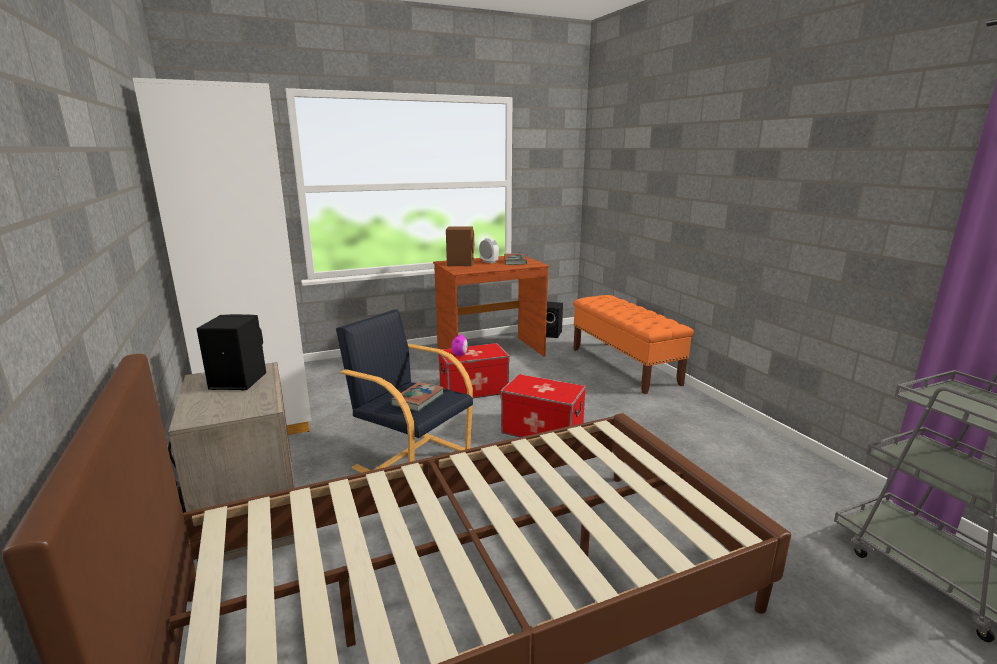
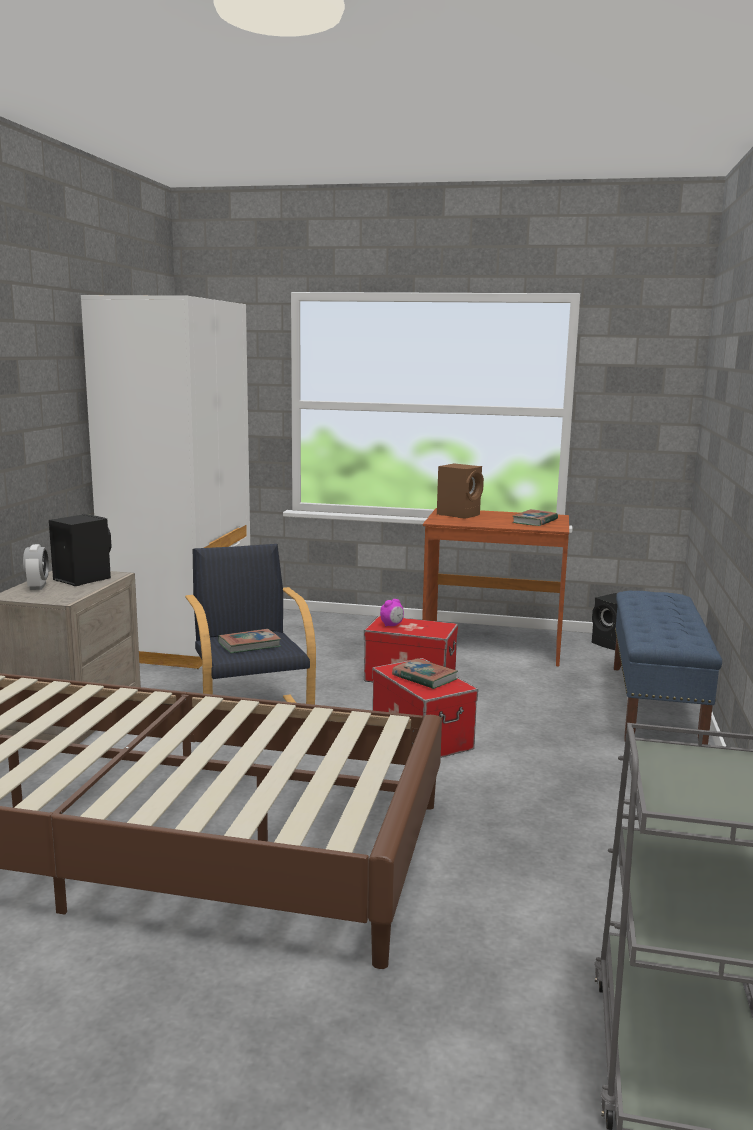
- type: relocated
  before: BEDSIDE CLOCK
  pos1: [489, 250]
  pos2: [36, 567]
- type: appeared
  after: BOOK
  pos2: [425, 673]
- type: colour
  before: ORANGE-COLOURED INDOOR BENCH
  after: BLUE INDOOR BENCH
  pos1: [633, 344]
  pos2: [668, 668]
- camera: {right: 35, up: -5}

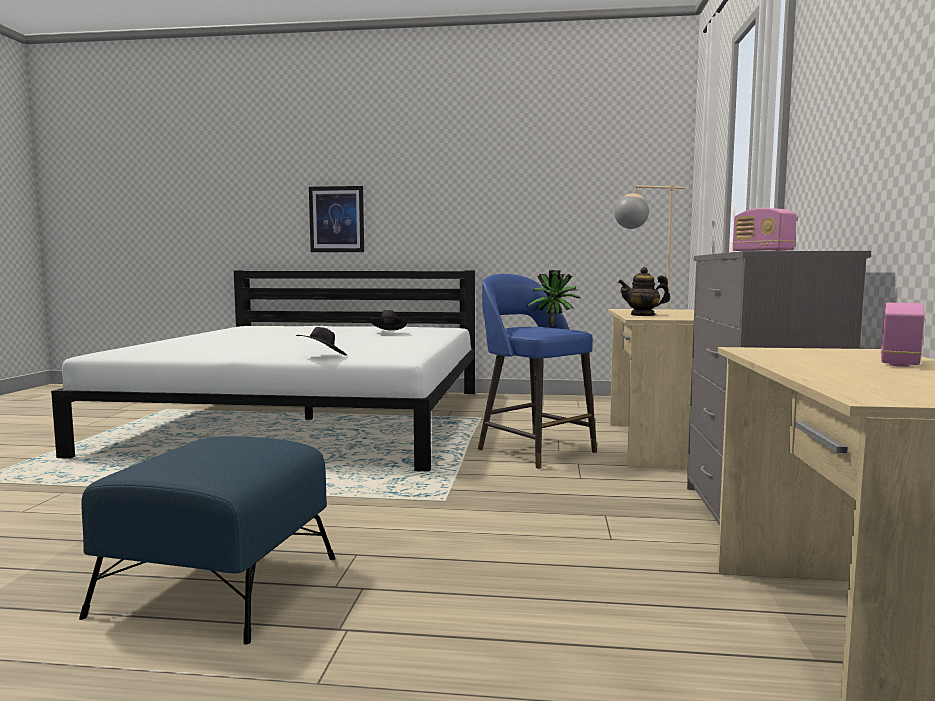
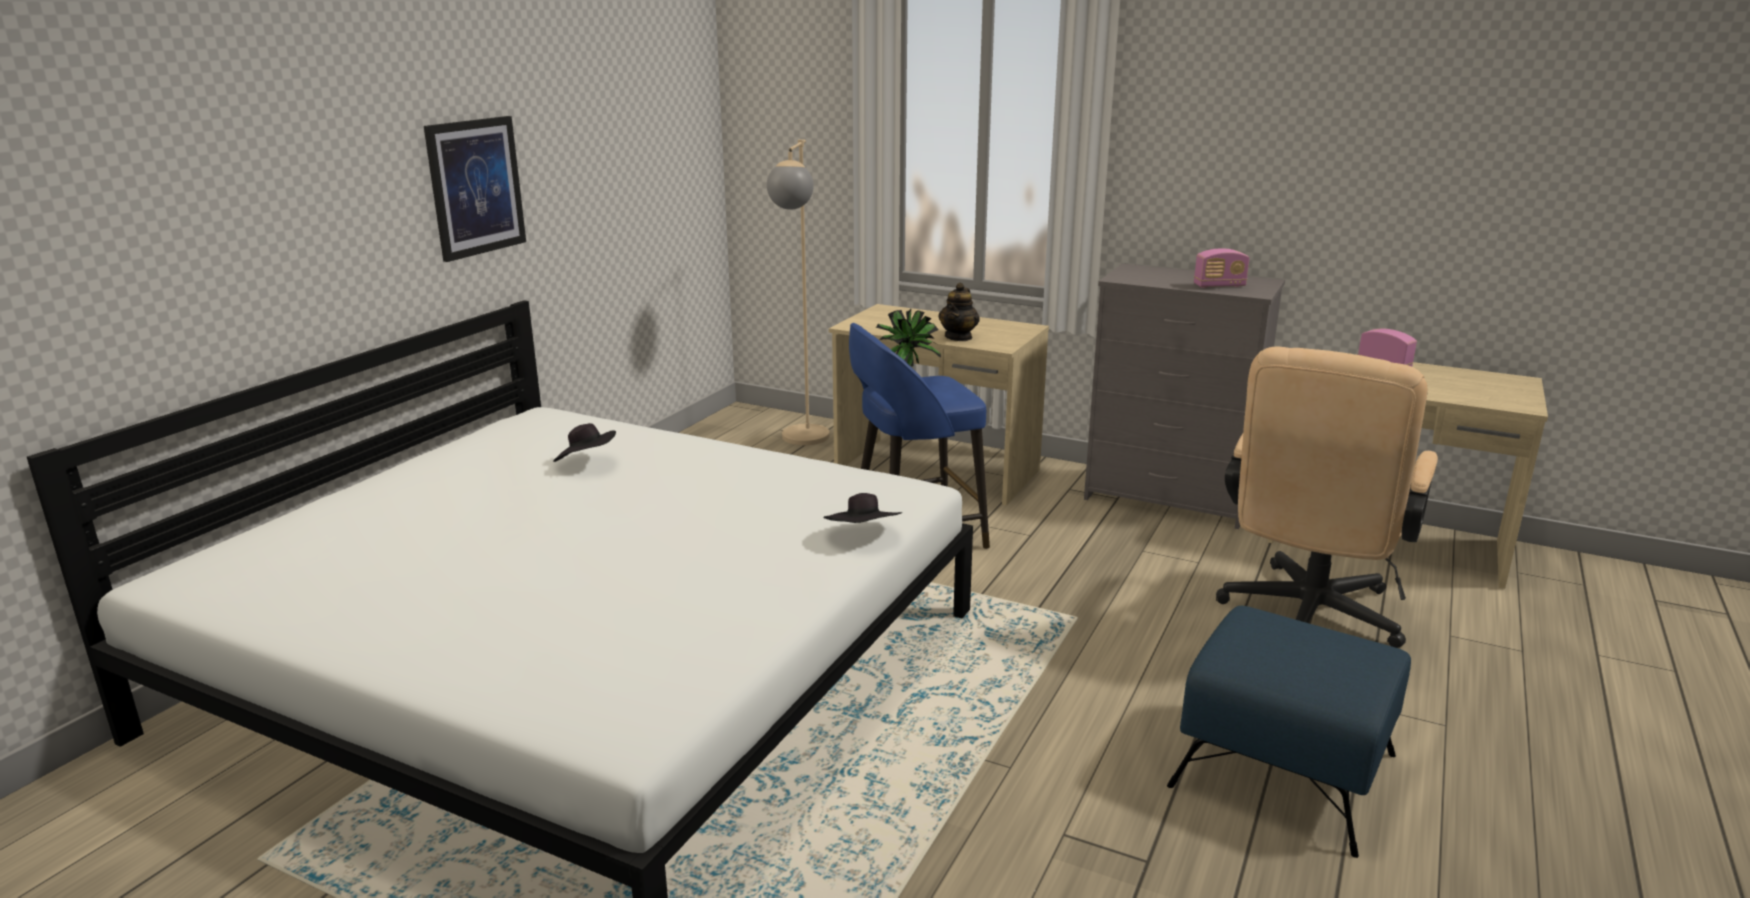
- type: relocated
  before: WALL PICTURE
  pos1: [336, 219]
  pos2: [475, 189]
- type: appeared
  after: BEIGE-COLOURED OFFICE CHAIR
  pos2: [1327, 497]
- camera: {right: -70, up: 15}

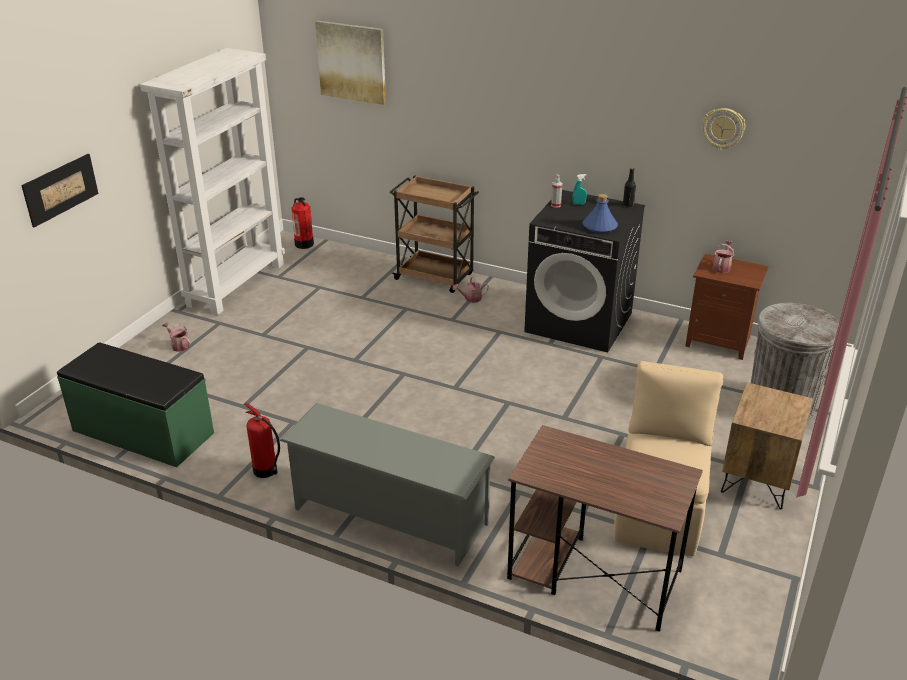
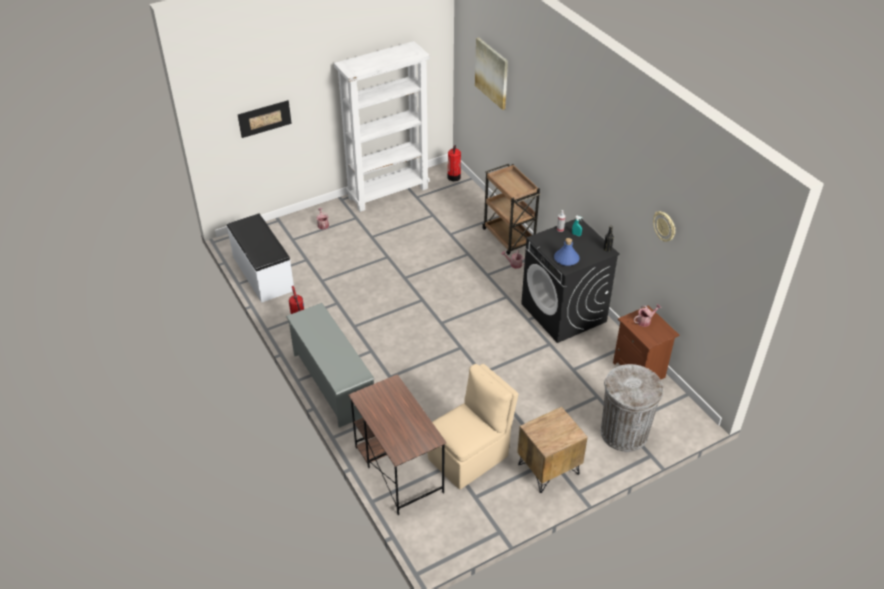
- type: colour
  before: GREEN-COLOURED INDOOR BENCH
  after: WHITE-COLOURED INDOOR BENCH
  pos1: [135, 405]
  pos2: [260, 258]
- camera: {right: 35, up: 10}

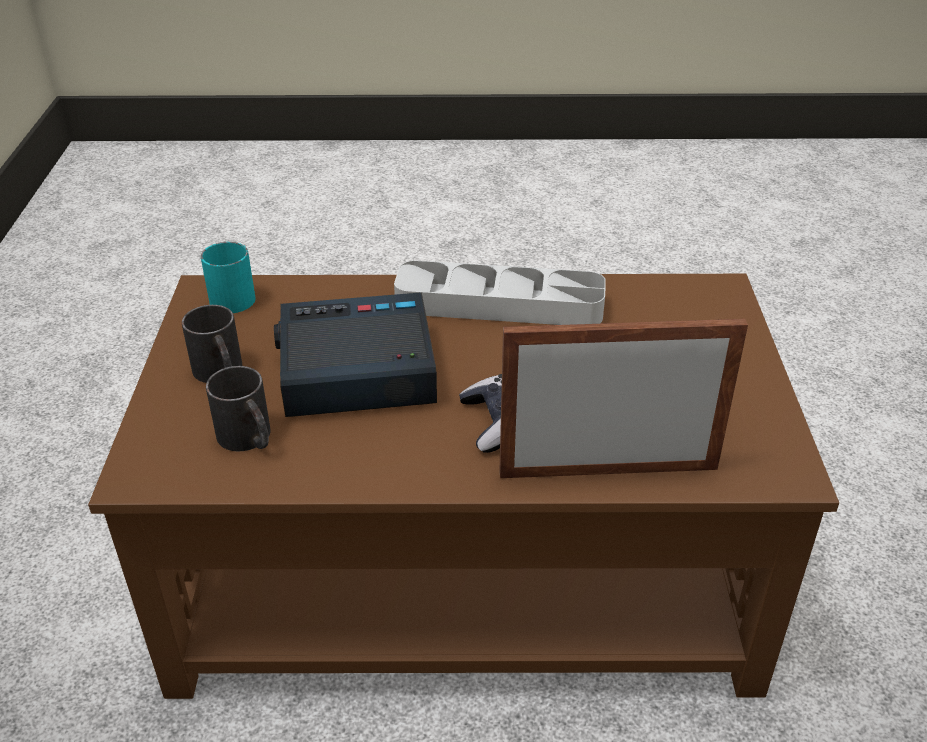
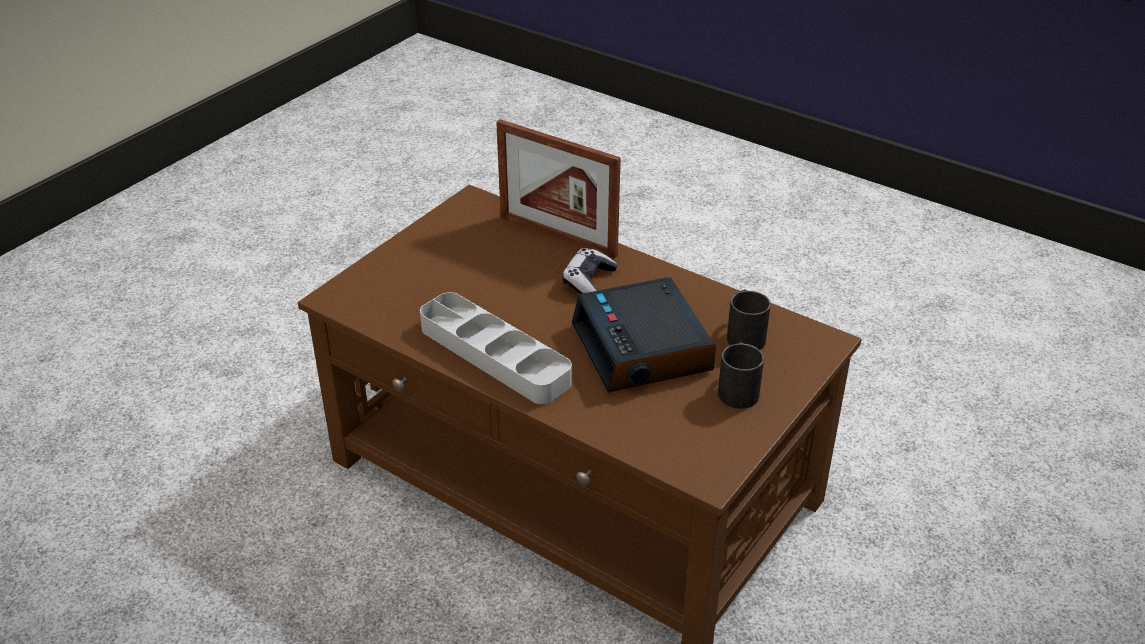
- type: spun
  before: BEDSIDE CLOCK
  pos1: [355, 354]
  pos2: [644, 335]
  turn: 45
- type: missing
  before: TURQUOISE-COLOURED COFFEE MUG
  pos1: [228, 277]
- camera: {right: -145, up: 0}

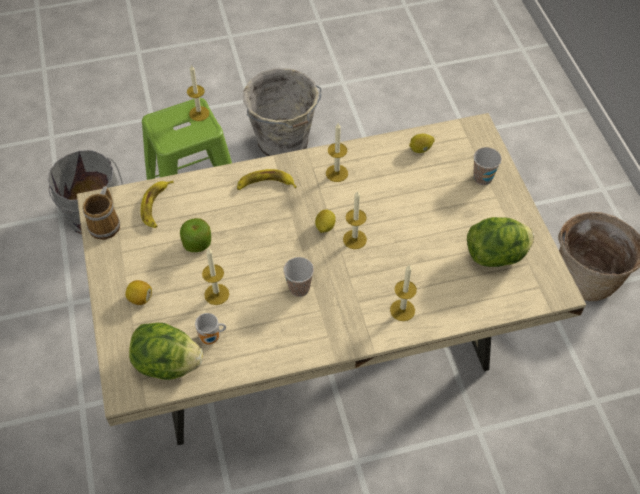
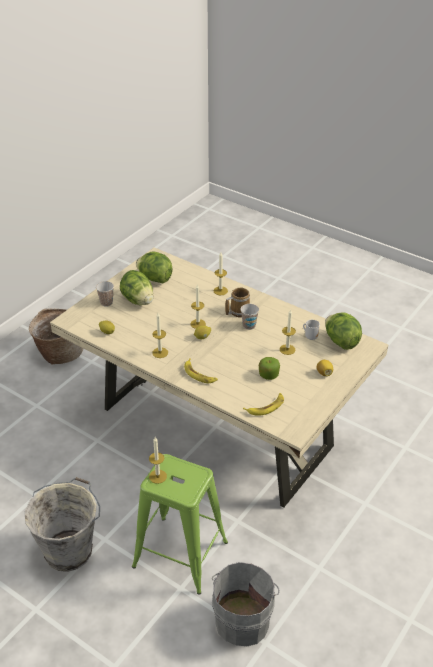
- type: appeared
  after: HEAD OF LETTUCE
  pos2: [137, 287]
- type: relocated
  before: COFFEE MUG
  pos1: [101, 213]
  pos2: [237, 302]
- camera: {right: -130, up: -15}

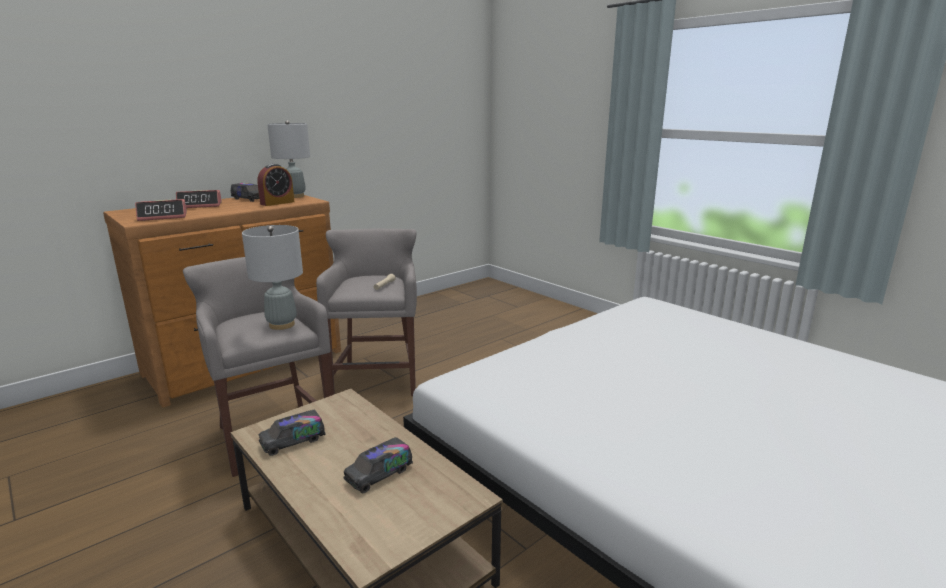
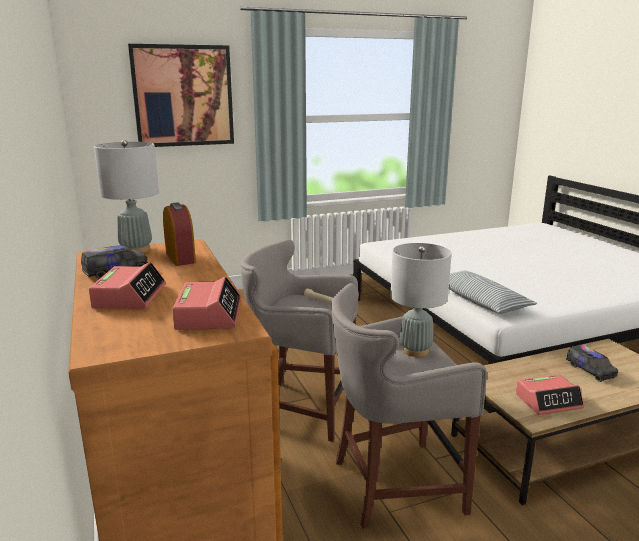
- type: appeared
  after: WALL PICTURE
  pos2: [181, 95]
- type: appeared
  after: PILLOW
  pos2: [493, 292]
- type: exchanged
  before: TOY TRUCK
  after: BEDSIDE CLOCK
  pos1: [292, 433]
  pos2: [550, 394]
- camera: {right: -70, up: 0}

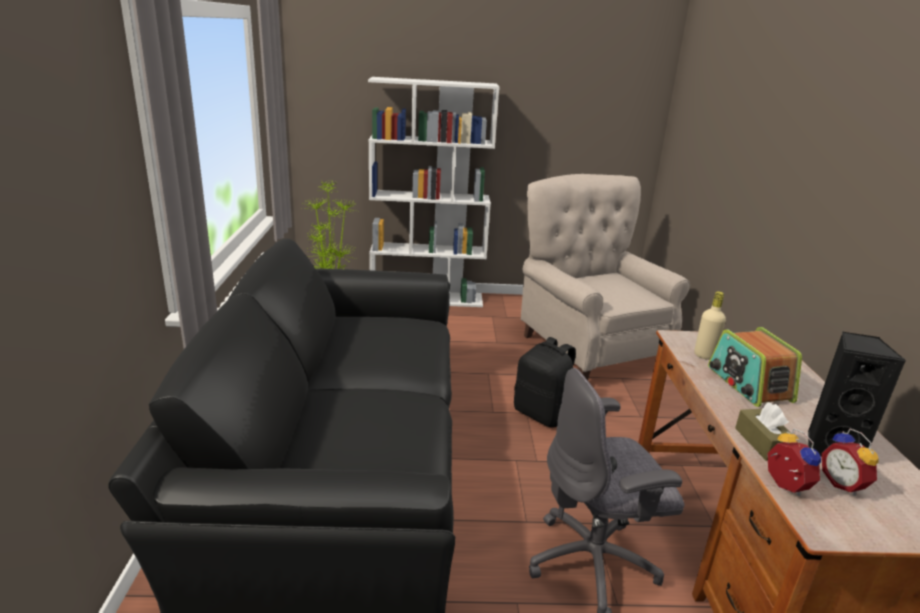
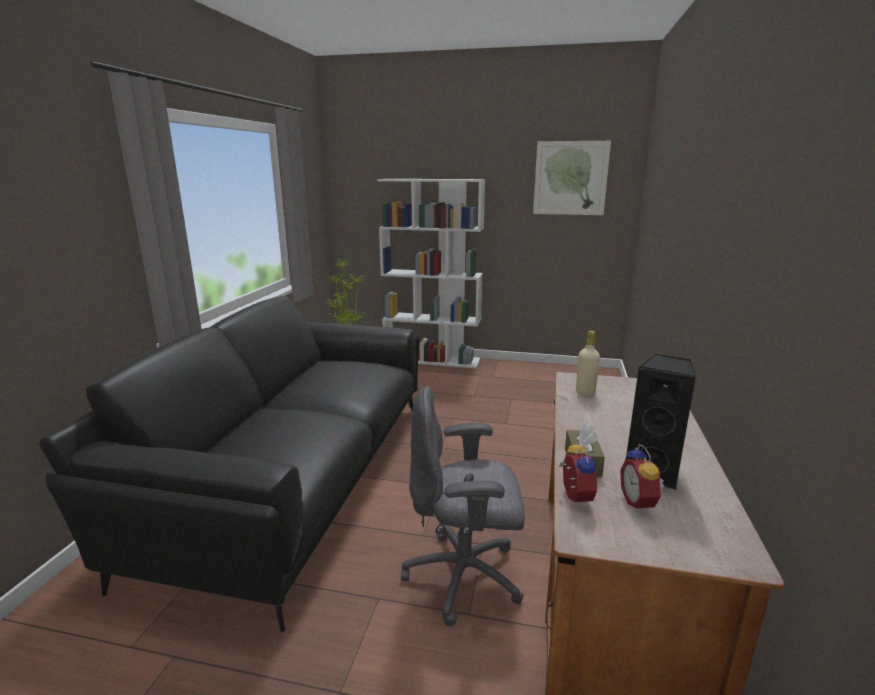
- type: appeared
  after: WALL PICTURE
  pos2: [572, 178]
- type: missing
  before: BLACKISH BACKPACK
  pos1: [545, 382]
- type: missing
  before: BEIGE-COLOURED EASY CHAIR
  pos1: [605, 277]
- type: missing
  before: RADIO SET
  pos1: [755, 367]
- camera: {right: 15, up: -5}

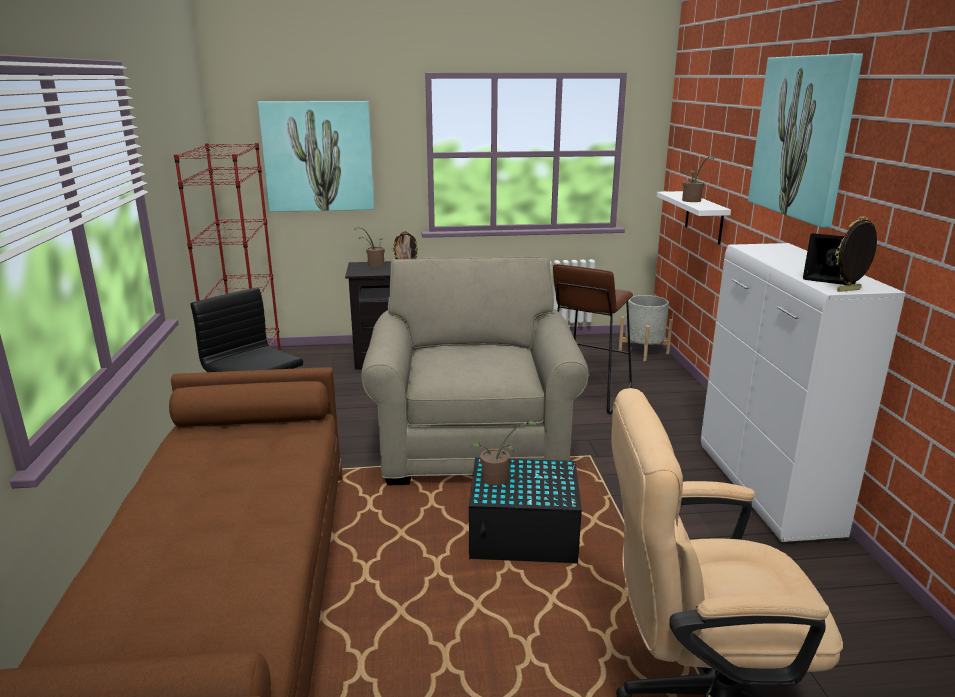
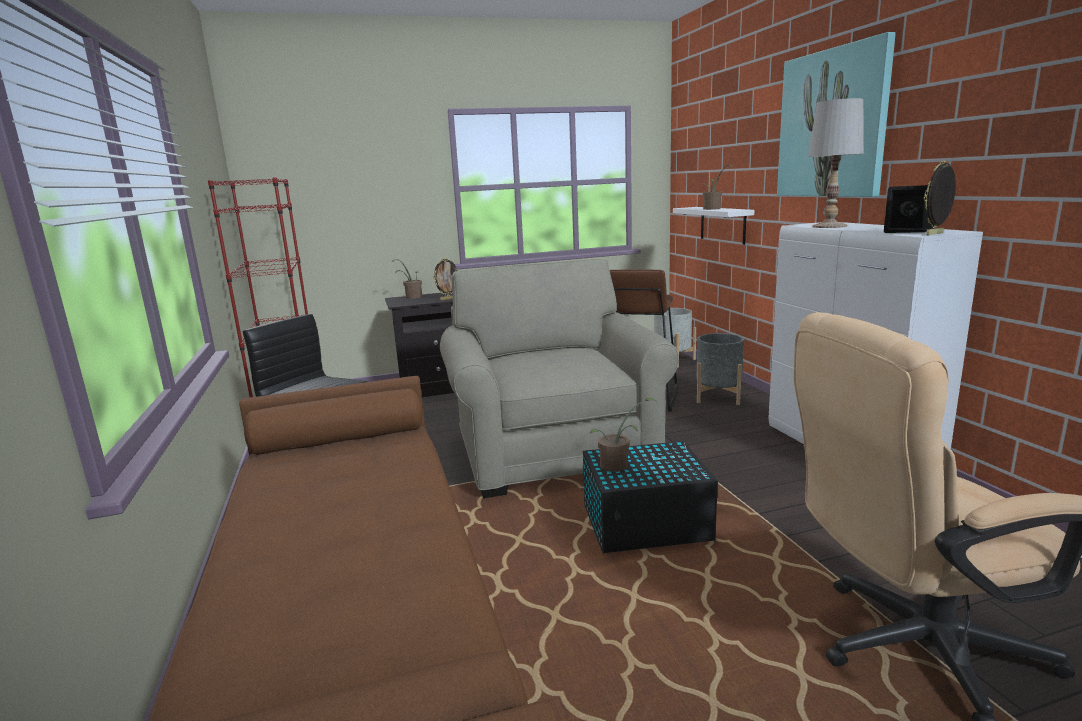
- type: appeared
  after: GREYISH PLANTER
  pos2: [720, 369]
- type: appeared
  after: WHITE-COLOURED TABLE LAMP
  pos2: [836, 163]
- type: missing
  before: WALL PICTURE
  pos1: [316, 156]
- camera: {right: -10, up: -5}

